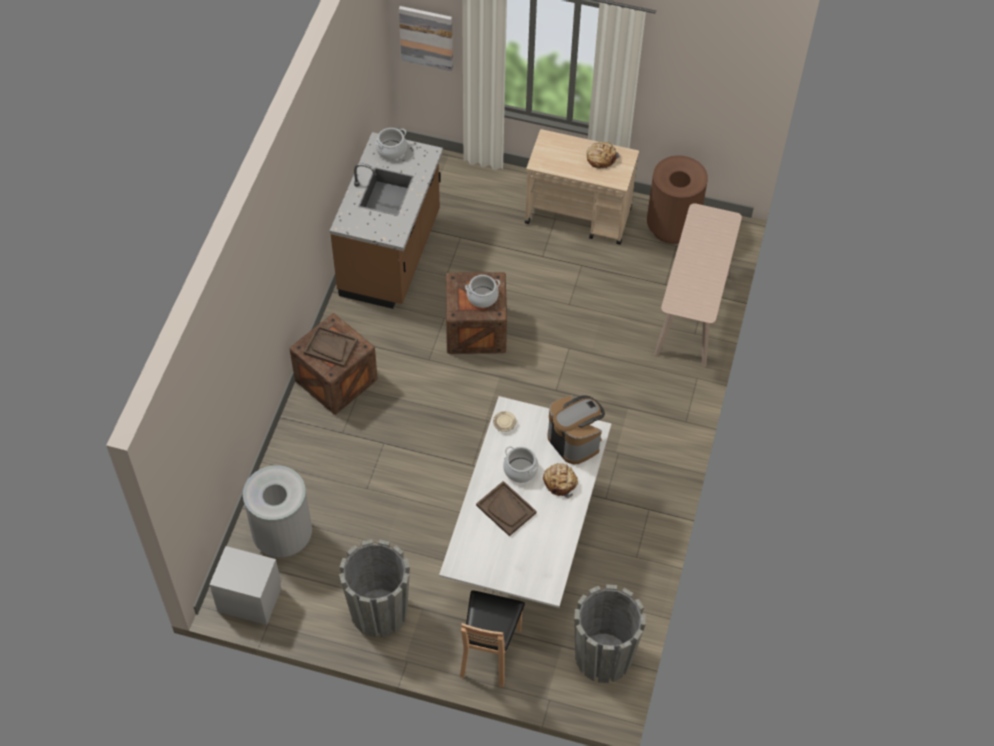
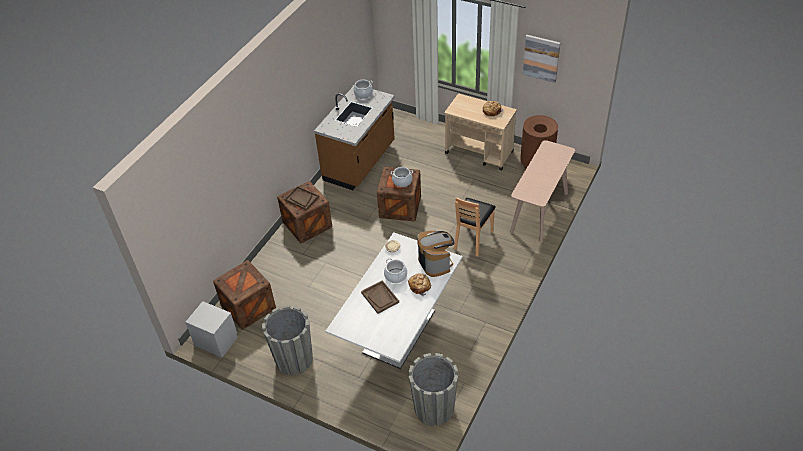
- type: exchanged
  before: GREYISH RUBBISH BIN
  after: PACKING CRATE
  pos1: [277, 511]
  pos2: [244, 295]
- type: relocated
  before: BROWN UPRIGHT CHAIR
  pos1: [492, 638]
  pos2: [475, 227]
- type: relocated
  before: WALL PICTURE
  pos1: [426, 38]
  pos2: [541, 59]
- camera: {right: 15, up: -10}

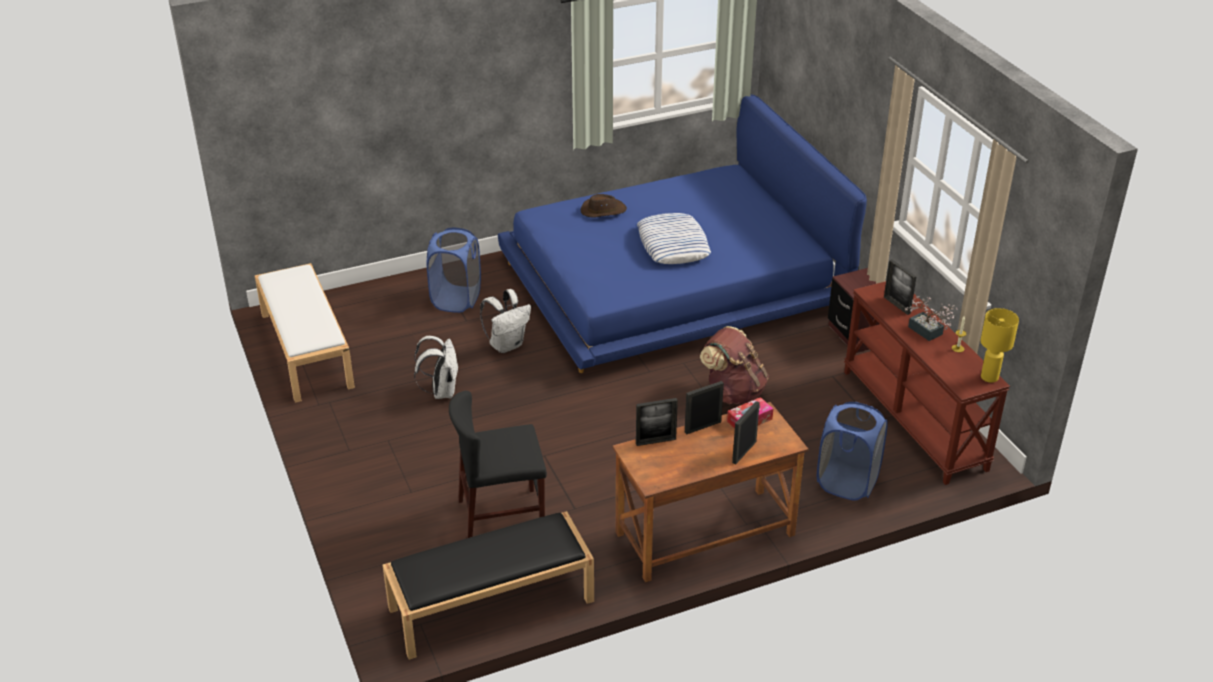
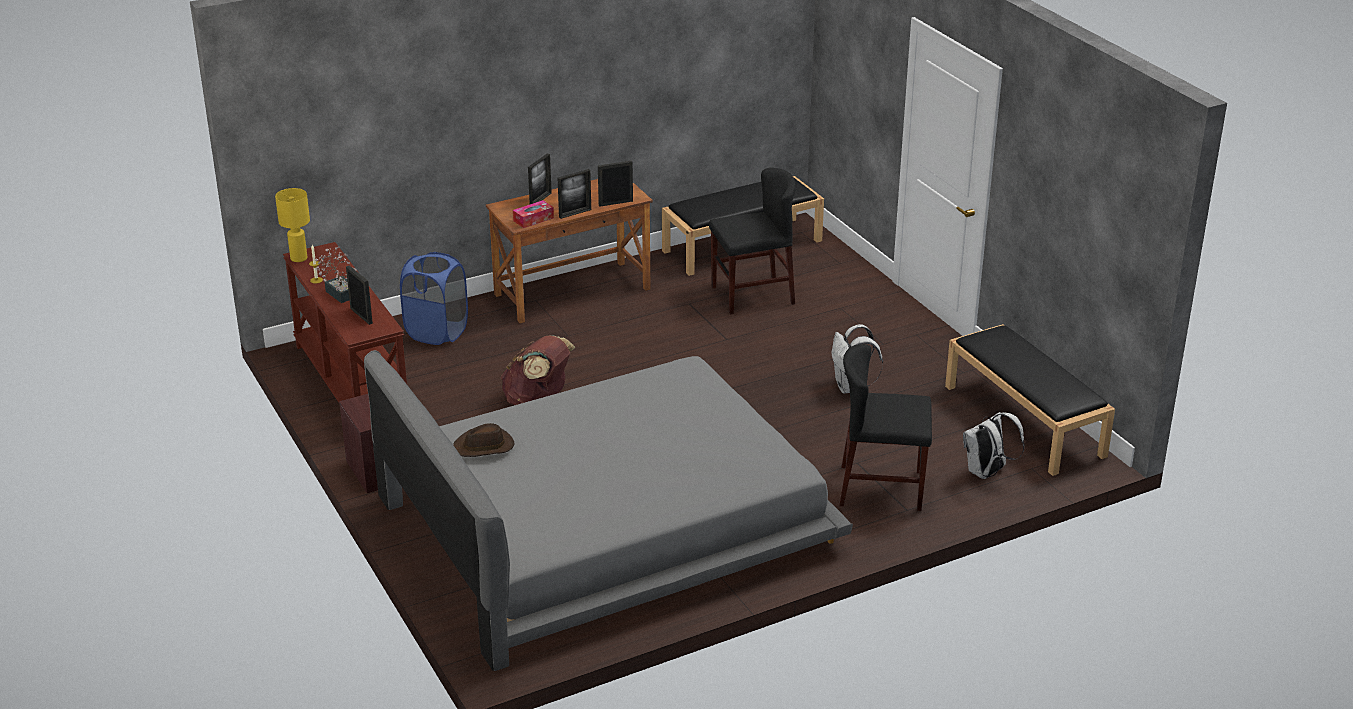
- type: colour
  before: BLUE BEDROOM BED
  after: GREYISH BEDROOM BED
  pos1: [682, 233]
  pos2: [608, 510]
- type: relocated
  before: BROWN HAT
  pos1: [604, 206]
  pos2: [484, 440]
- type: exchanged
  before: BLUE LAUNDRY BASKET
  after: BLACKISH UPRIGHT CHAIR
  pos1: [454, 270]
  pos2: [885, 427]
- type: colour
  before: WHITE-COLOURED INDOOR BENCH
  after: BLACKISH INDOOR BENCH
  pos1: [305, 333]
  pos2: [1030, 400]
- type: relocated
  before: WHITE-COLOURED BACKPACK
  pos1: [505, 321]
  pos2: [994, 445]
- type: missing
  before: PILLOW
  pos1: [674, 238]
- camera: {right: 175, up: -5}

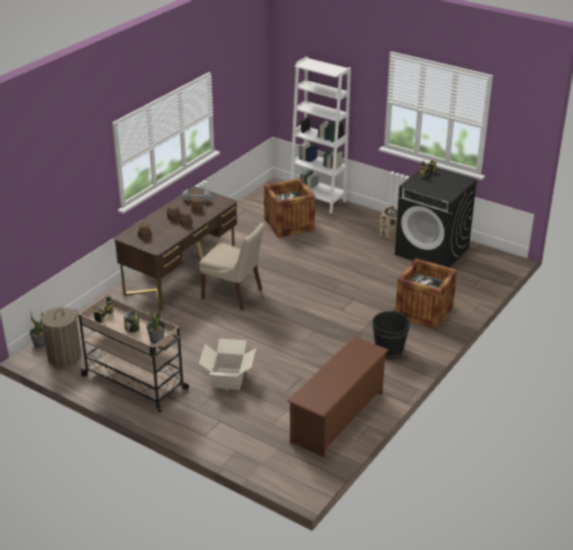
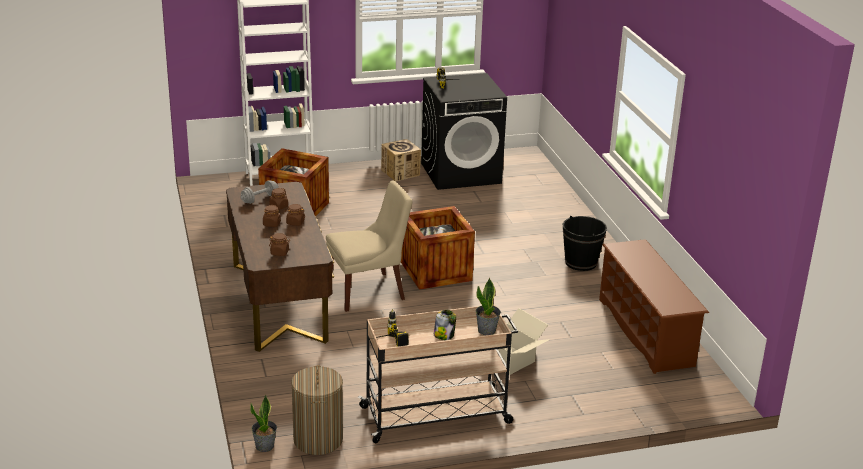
- type: relocated
  before: PACKING CRATE
  pos1: [426, 294]
  pos2: [438, 248]
- camera: {right: -50, up: -5}

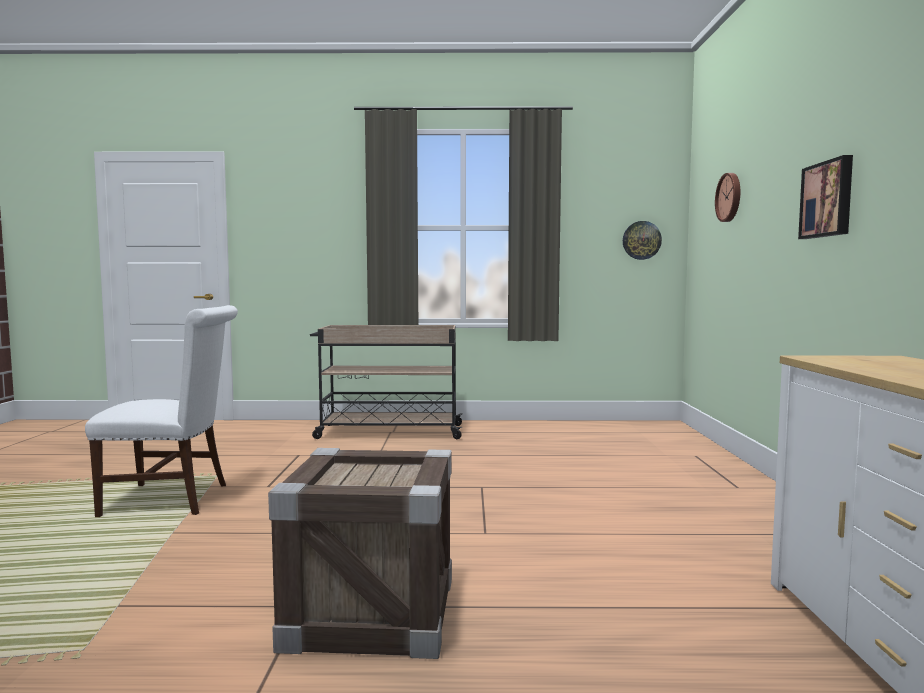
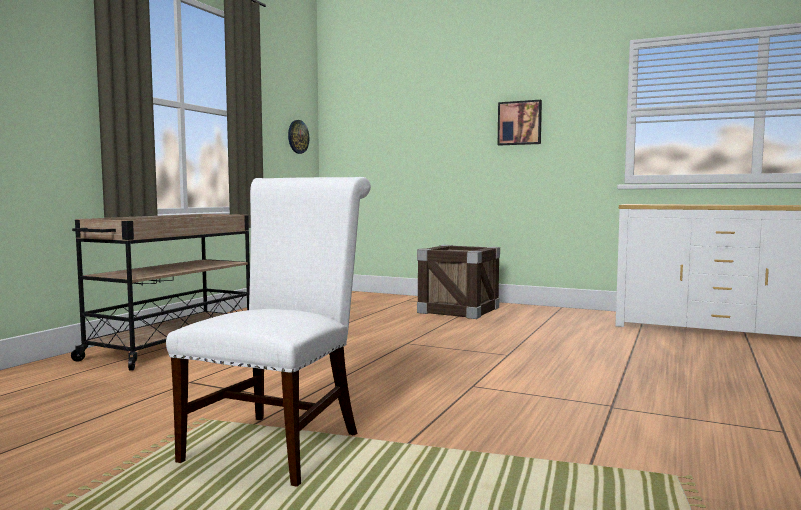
- type: relocated
  before: PACKING CRATE
  pos1: [360, 553]
  pos2: [458, 282]
- type: missing
  before: HANGING CLOCK
  pos1: [727, 197]
- camera: {right: -65, up: 0}

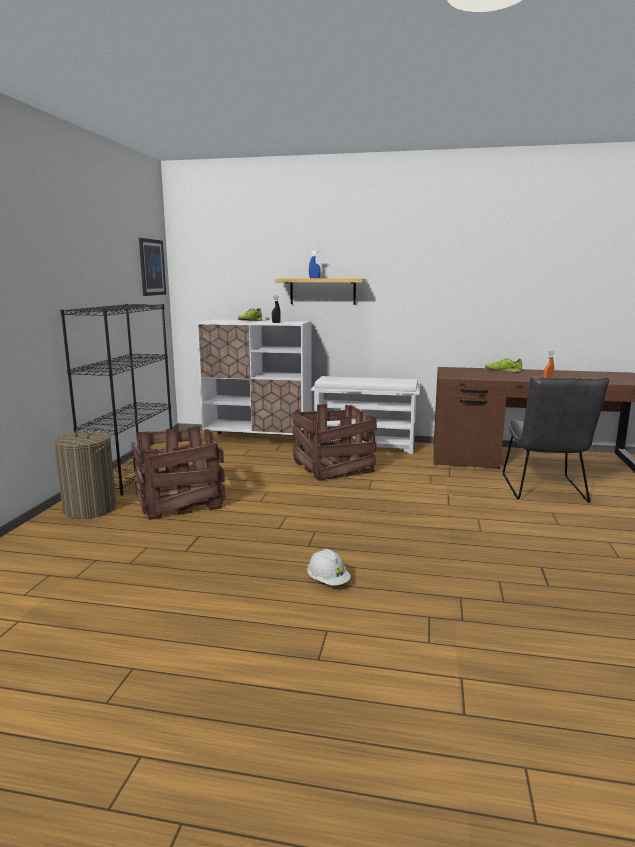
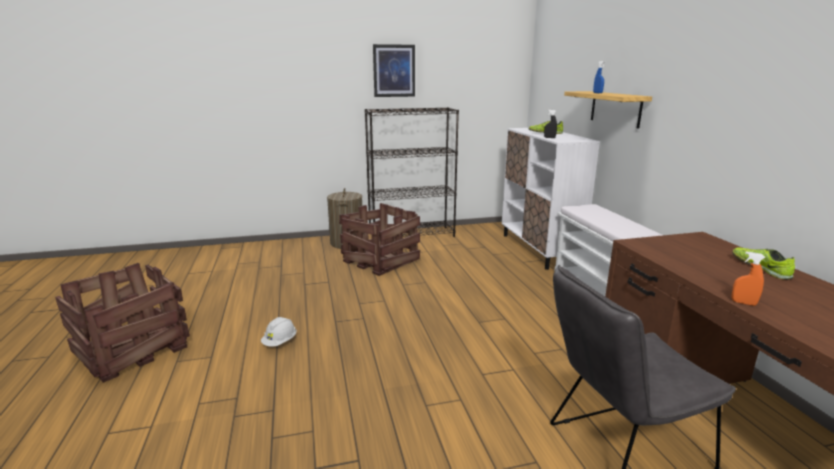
- type: relocated
  before: PACKING CRATE
  pos1: [335, 442]
  pos2: [122, 323]
- type: relocated
  before: WALL PICTURE
  pos1: [152, 267]
  pos2: [394, 70]
- camera: {right: 65, up: 5}

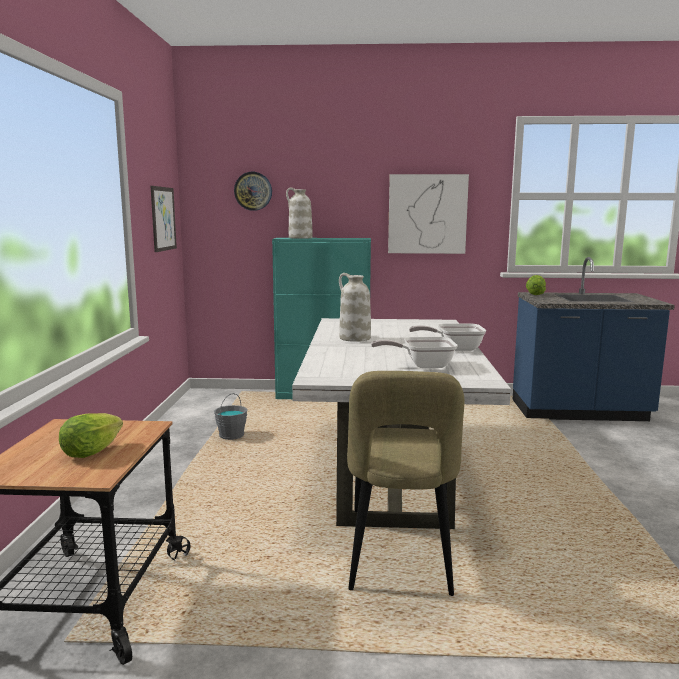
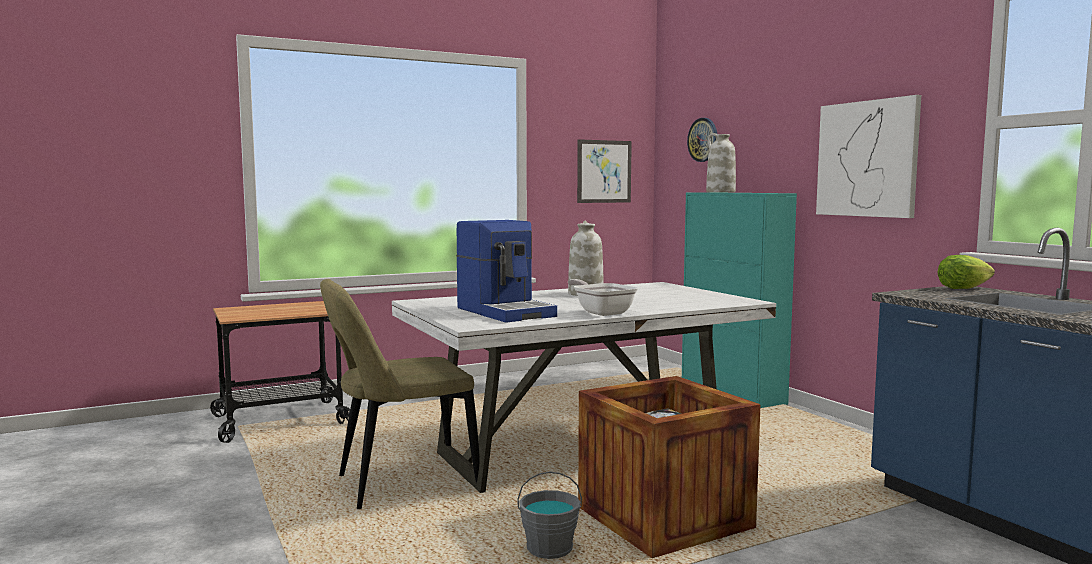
- type: exchanged
  before: PAN
  after: COFFEE MACHINE
  pos1: [414, 352]
  pos2: [506, 271]
- type: relocated
  before: GREYISH WATER BUCKET
  pos1: [231, 416]
  pos2: [550, 515]
- type: appeared
  after: PACKING CRATE
  pos2: [669, 467]
- type: missing
  before: HEAD OF LETTUCE
  pos1: [91, 435]
- camera: {right: 60, up: -5}

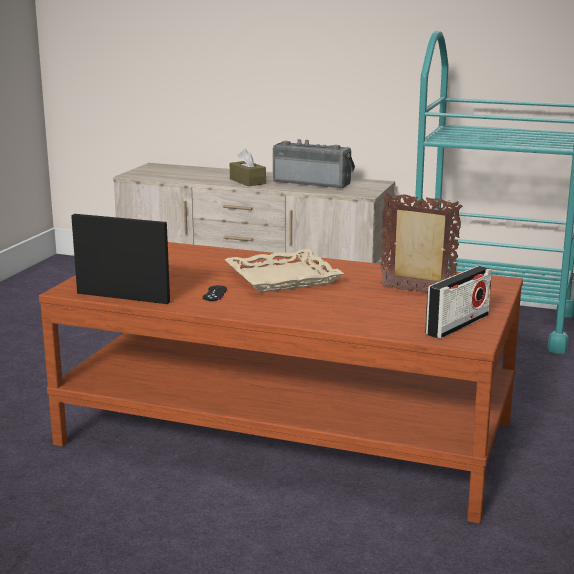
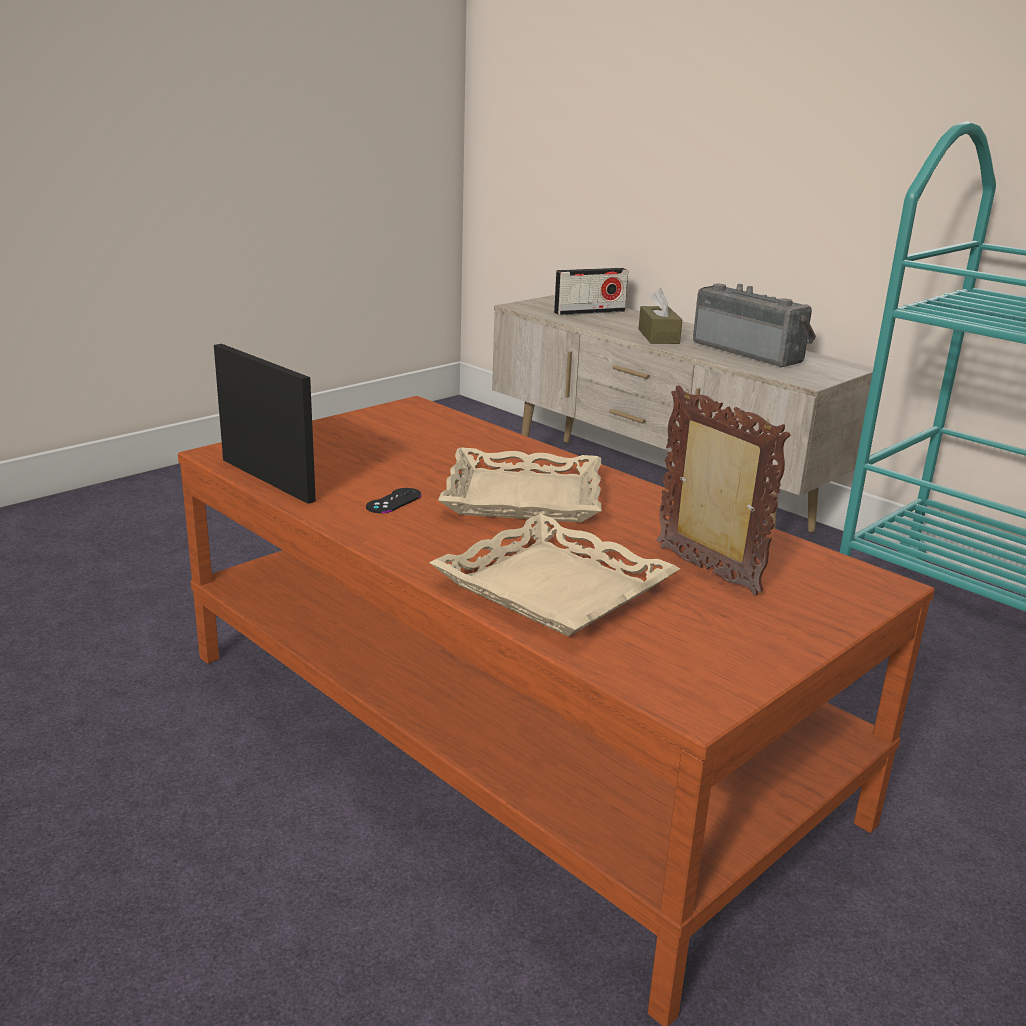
- type: appeared
  after: BEIGE-COLOURED TRAY
  pos2: [554, 575]
- type: relocated
  before: RADIO SET
  pos1: [458, 302]
  pos2: [591, 291]
- camera: {right: 25, up: 5}

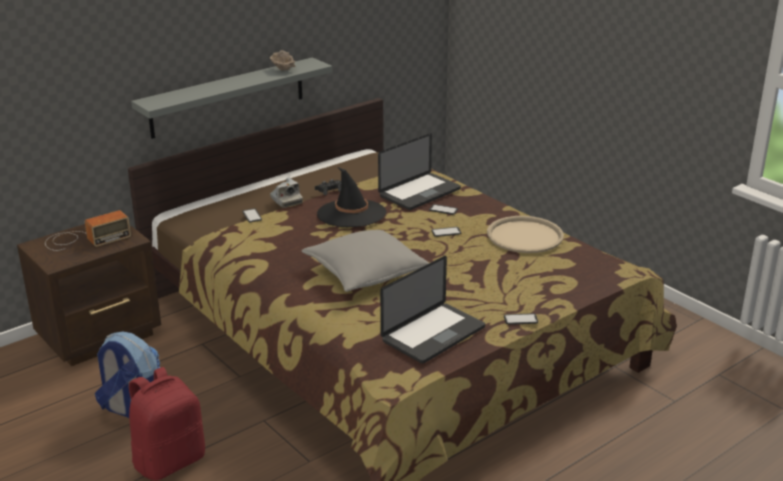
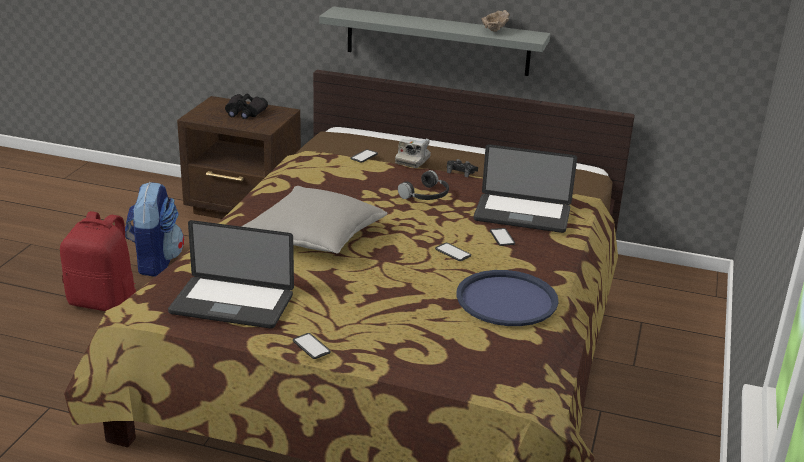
- type: exchanged
  before: RADIO SET
  after: BLACKISH BINOCULARS
  pos1: [88, 230]
  pos2: [246, 106]
- type: exchanged
  before: BLACKISH HAT
  after: BLACKISH HEADPHONES
  pos1: [351, 197]
  pos2: [423, 185]
- type: colour
  before: BEIGE-COLOURED TRAY
  after: BLUE TRAY
  pos1: [525, 234]
  pos2: [507, 298]
- camera: {right: 55, up: 0}

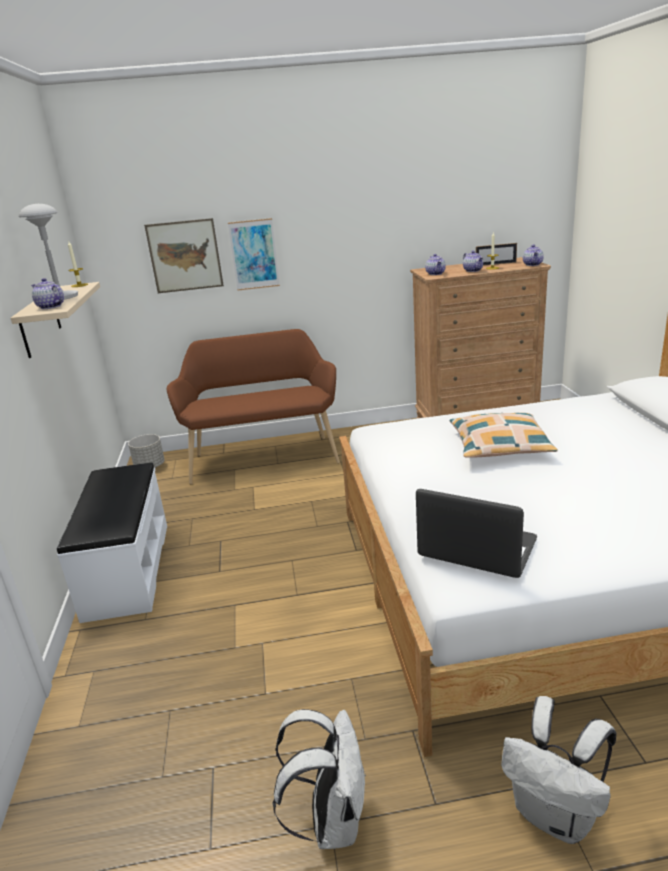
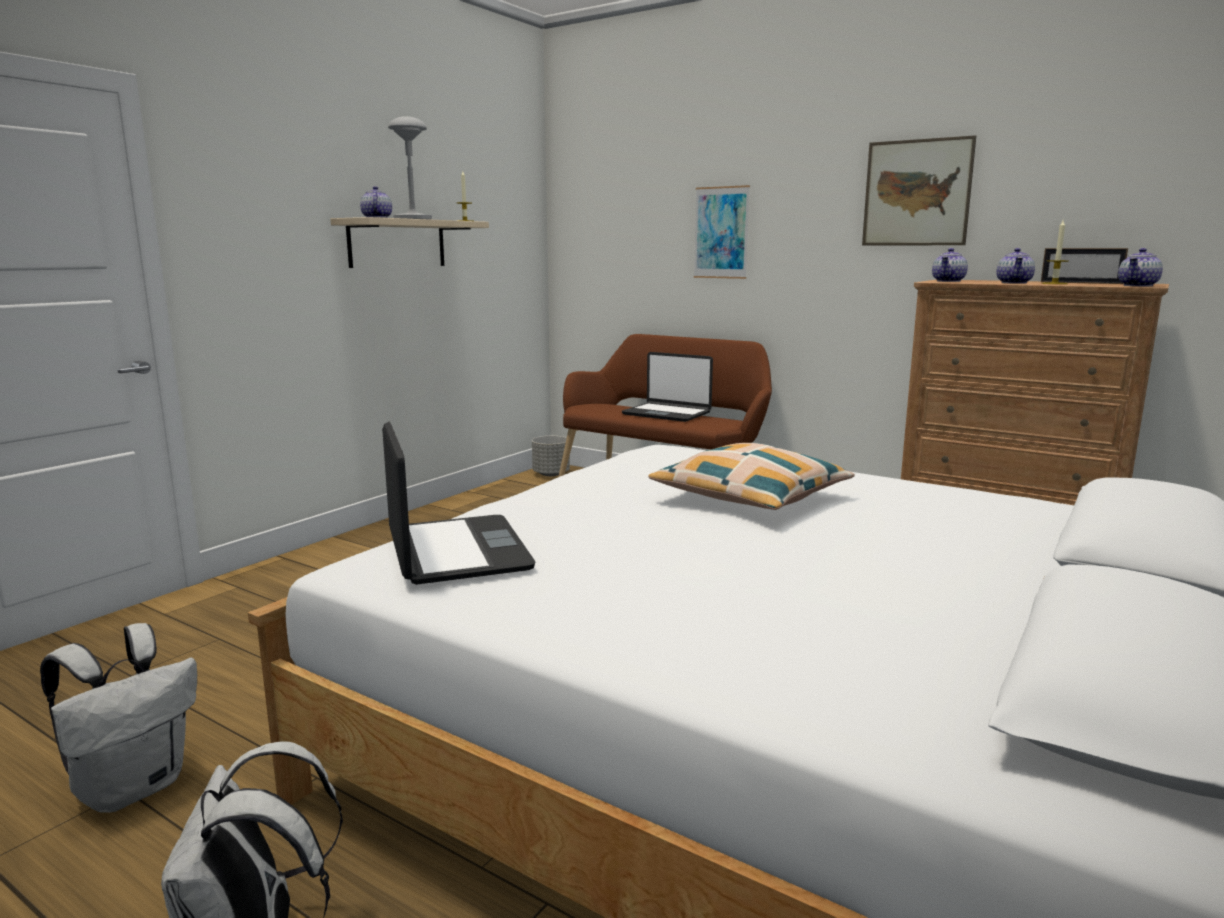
- type: appeared
  after: LAPTOP
  pos2: [667, 387]
- type: relocated
  before: WALL PICTURE
  pos1: [184, 255]
  pos2: [919, 190]
- type: missing
  before: WHITE-COLOURED INDOOR BENCH
  pos1: [112, 543]
- camera: {right: 40, up: -10}

